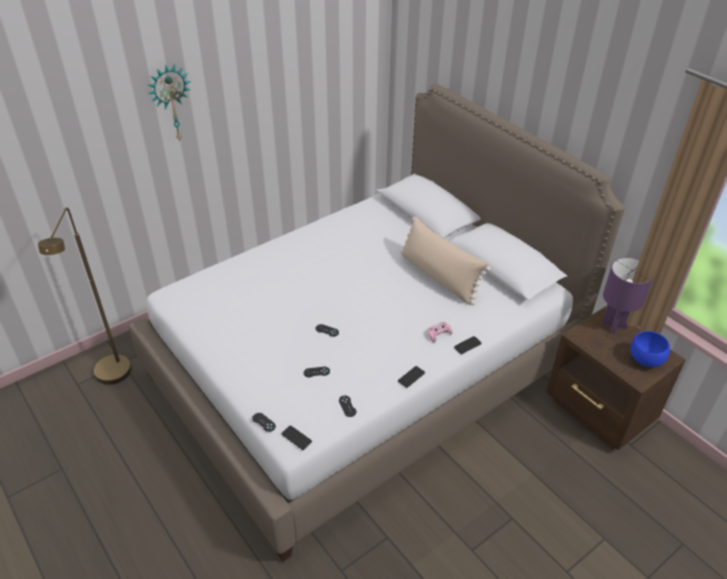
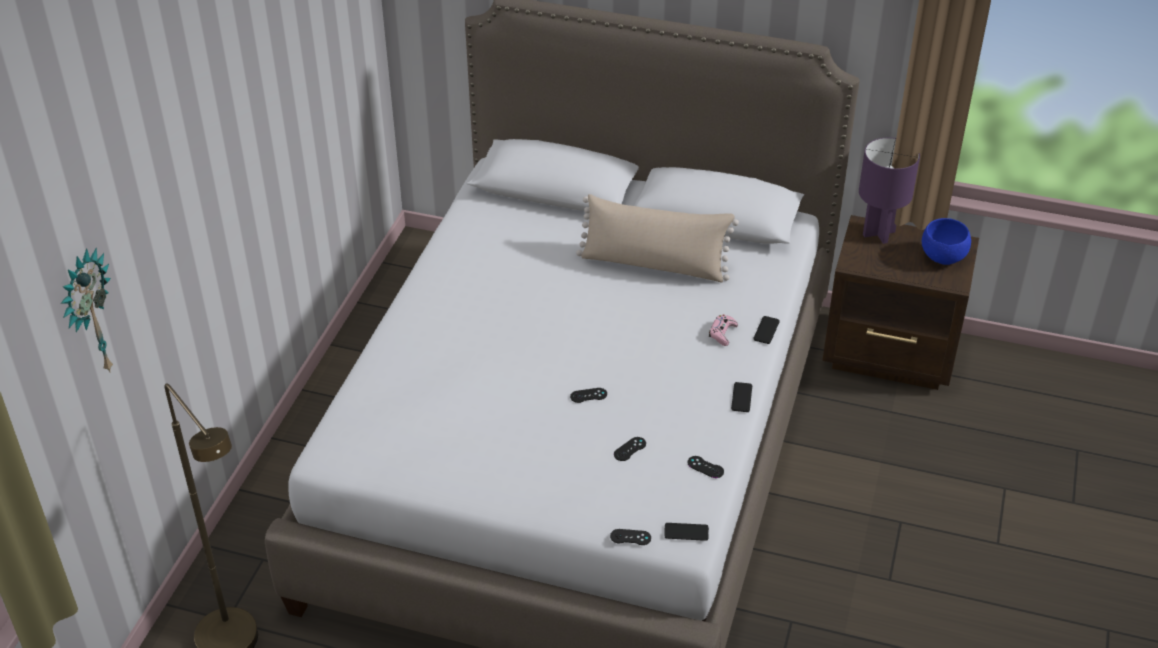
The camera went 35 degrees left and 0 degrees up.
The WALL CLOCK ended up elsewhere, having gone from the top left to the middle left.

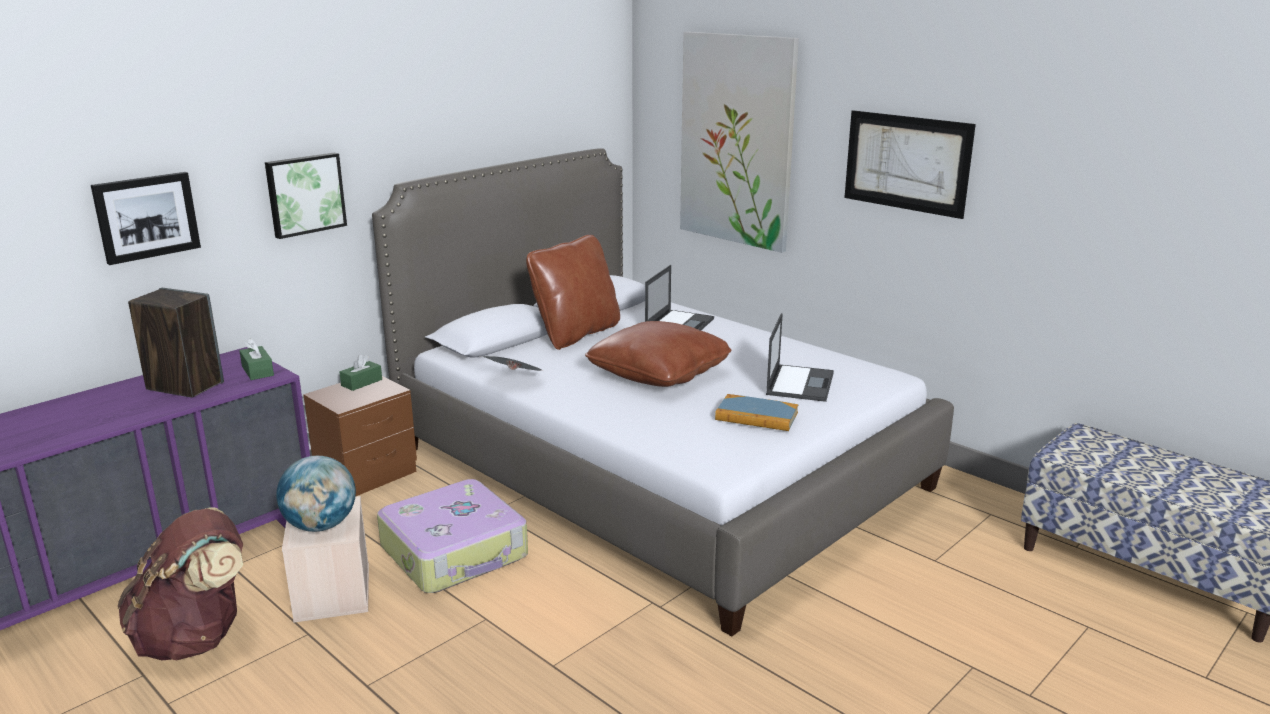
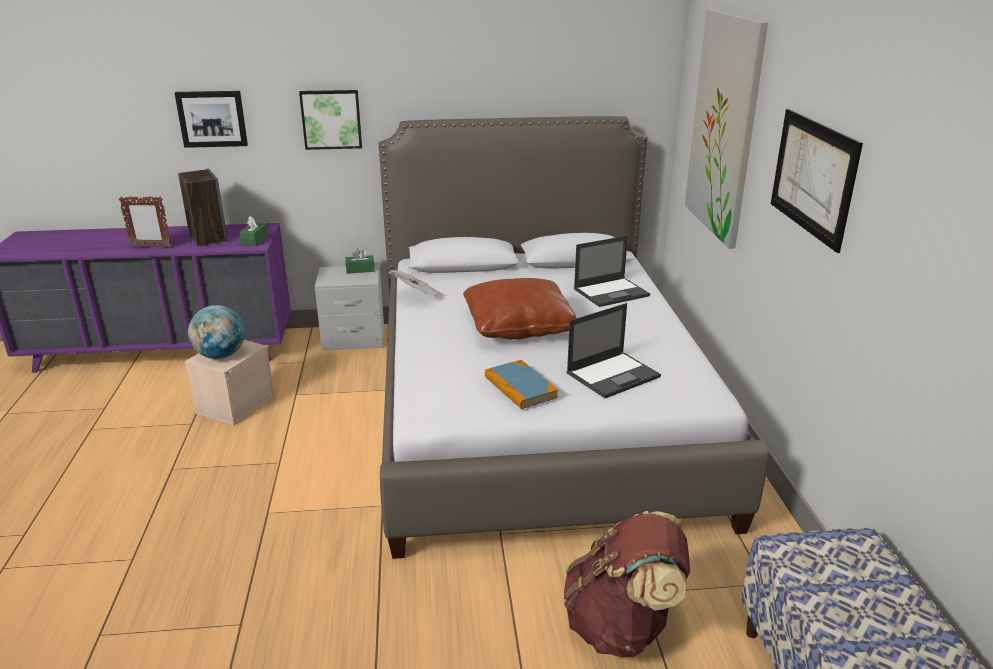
The camera went 40 degrees right and 5 degrees up.
The second view gained the PICTURE FRAME at the top left.
What was the BROWN NIGHTSTAND at the middle left turned into the GREY NIGHTSTAND at the centre.
The BROWN BACKPACK ended up elsewhere, having gone from the bottom left to the bottom centre.
The second view lost the SUITCASE at the bottom centre.
The second view lost the BROWN PILLOW (1st from left) at the centre.

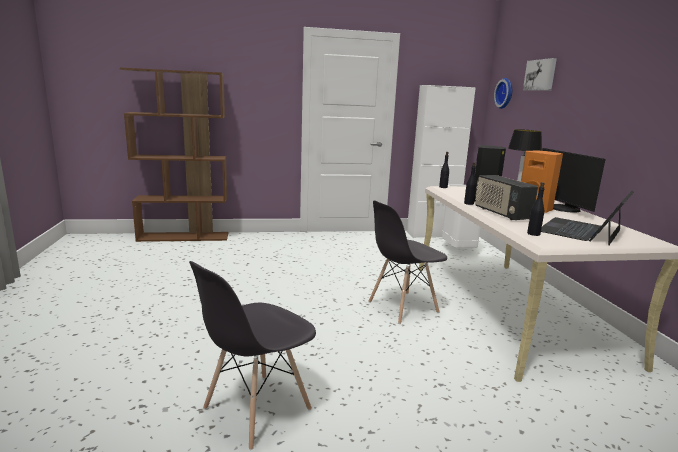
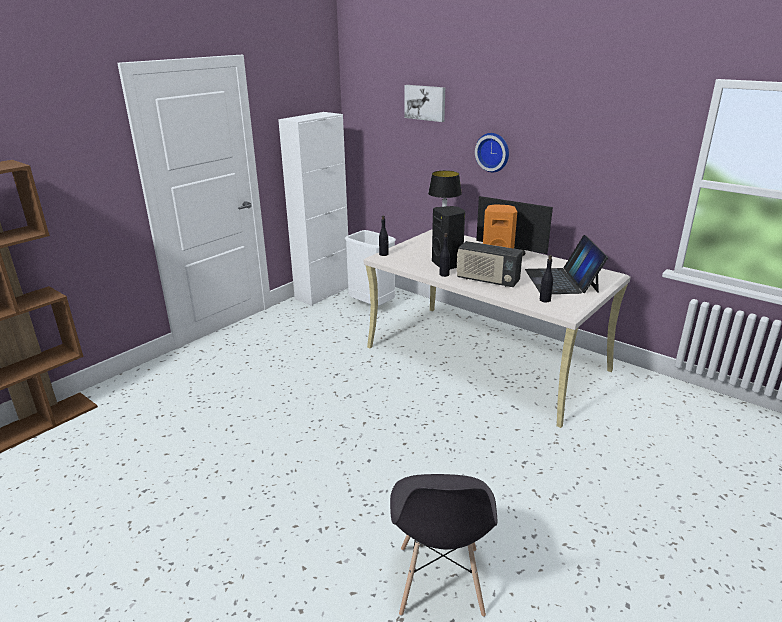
The camera went 40 degrees left and 10 degrees up.
The WALL CLOCK ended up elsewhere, having gone from the top right to the top centre.
The second view lost the GREY CHAIR (2nd from left) at the centre.

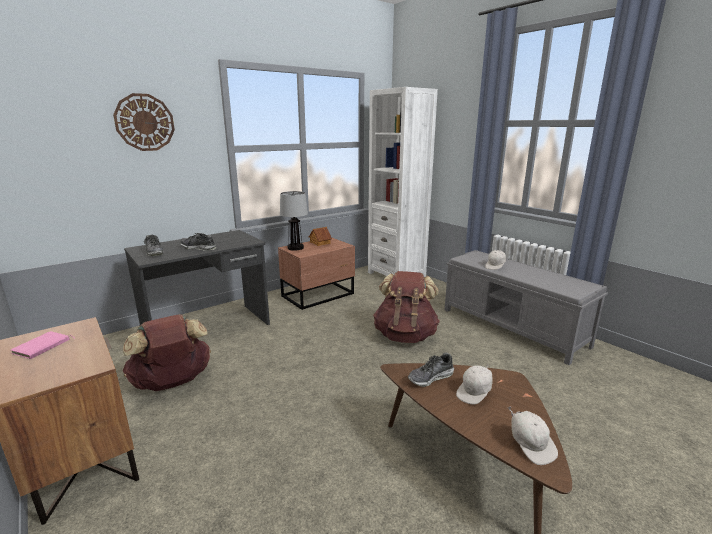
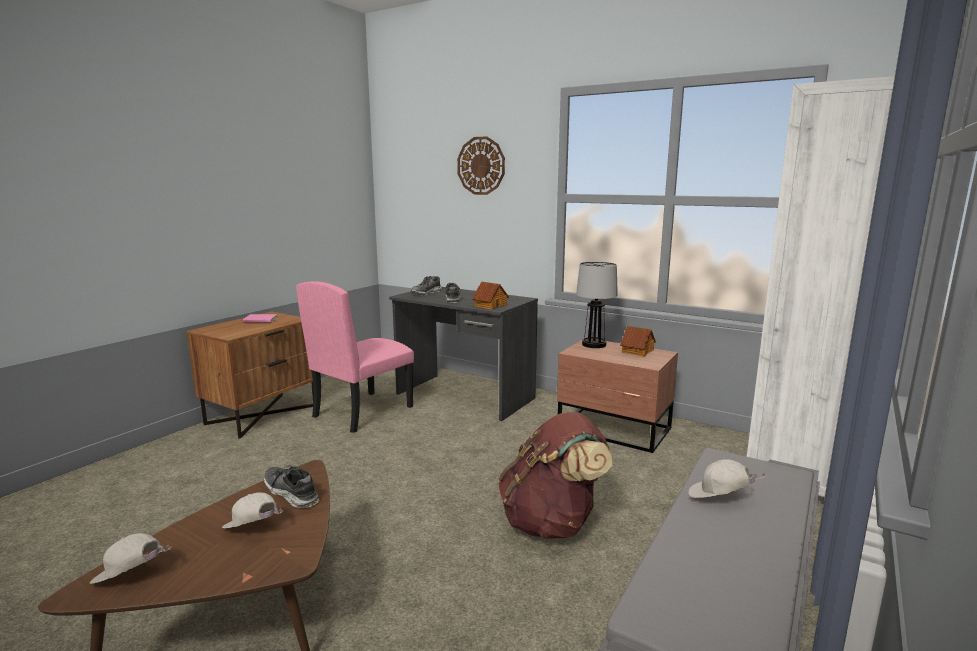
The camera went 70 degrees right and 5 degrees down.
The WHITE CAP (3rd from left in the first image) at the bottom right ended up facing another way, 45 degrees clockwise from before.
Where the BROWN BACKPACK (1st from left) stood at the middle left, the PINK CHAIR came to stand at the centre.
The second view gained the TOY HOUSE (1st from left) at the centre.

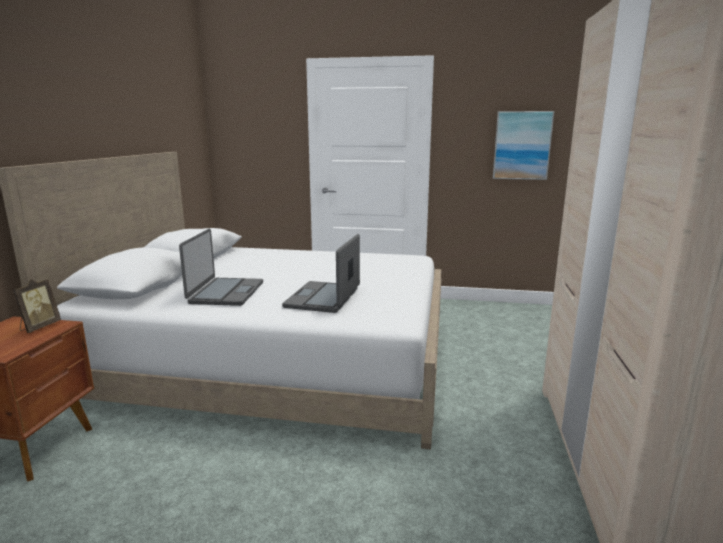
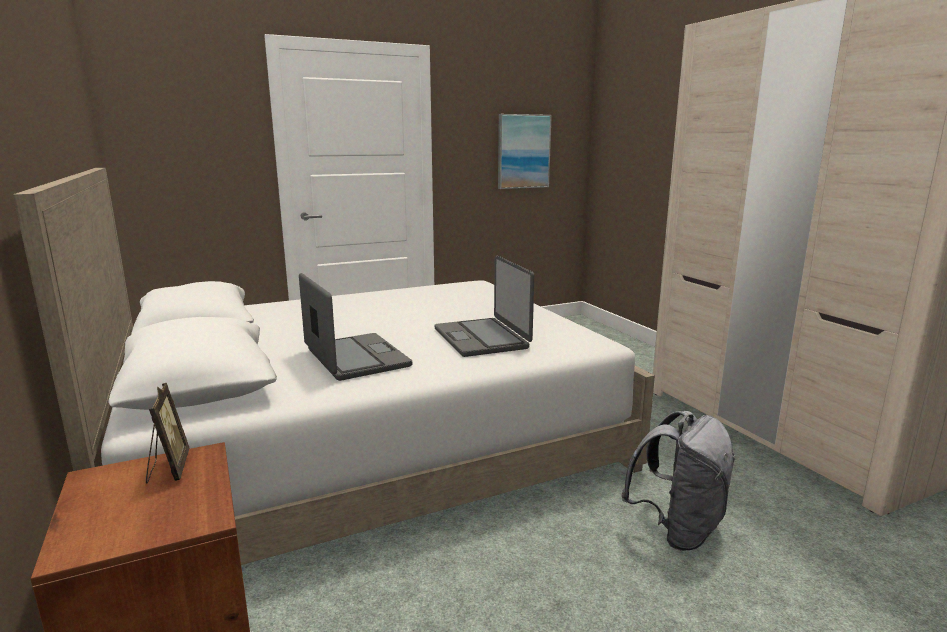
The camera went 35 degrees left and 0 degrees up.
The second view gained the GREY BACKPACK at the bottom right.

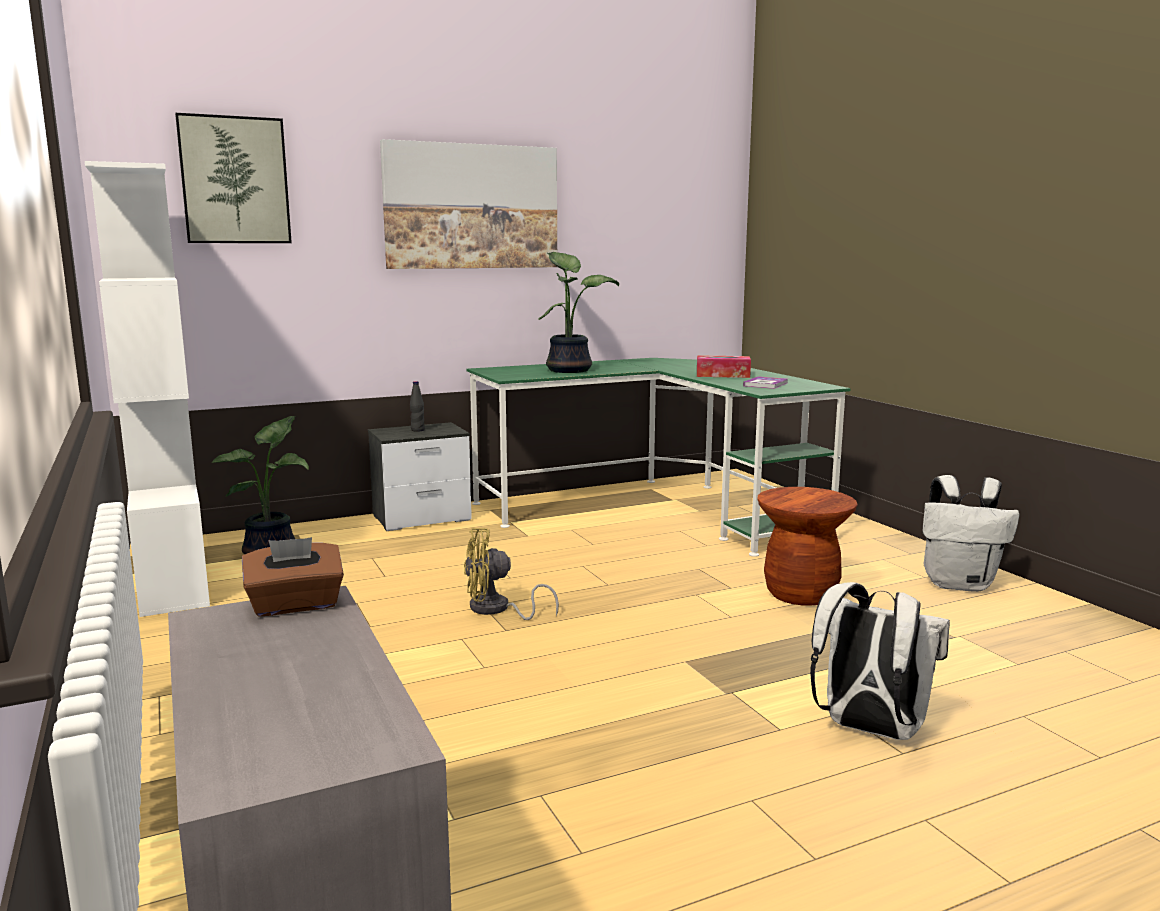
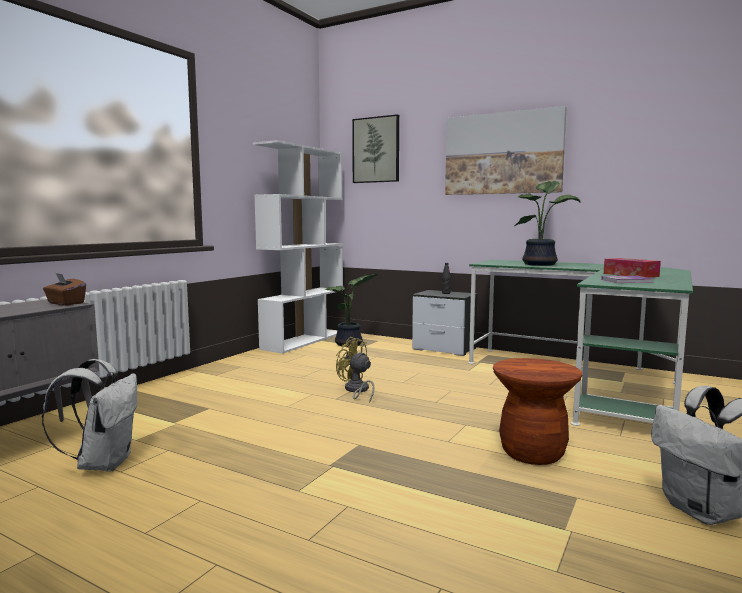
The camera went 55 degrees right and 5 degrees down.
The WHITE BACKPACK (1st from left) ended up elsewhere, having gone from the bottom right to the bottom left.

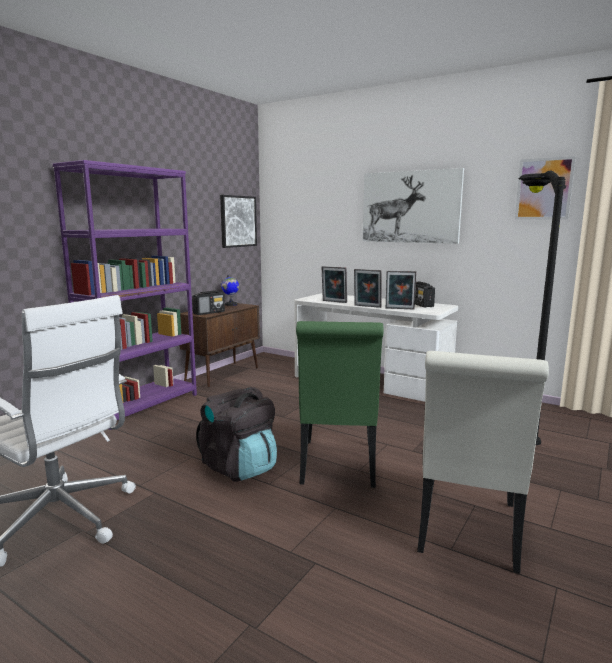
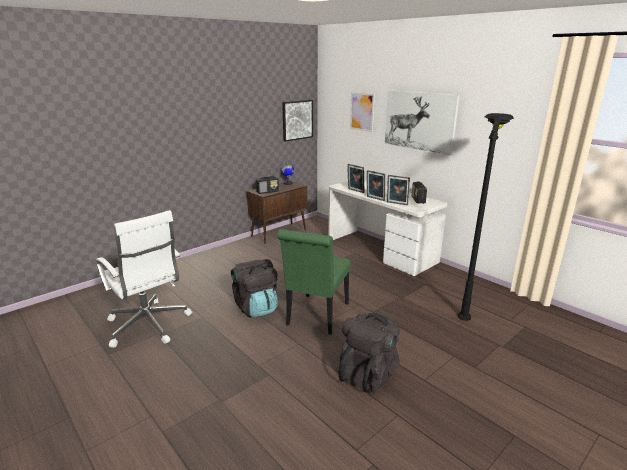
The camera went 15 degrees right and 10 degrees up.
Where the WHITE CHAIR stood at the bottom right, the BLACK BACKPACK (2nd from left) came to stand at the bottom centre.
The PICTURE (3rd from left in the first image) ended up elsewhere, having gone from the top right to the top centre.
The second view lost the PURPLE BOOKCASE at the middle left.

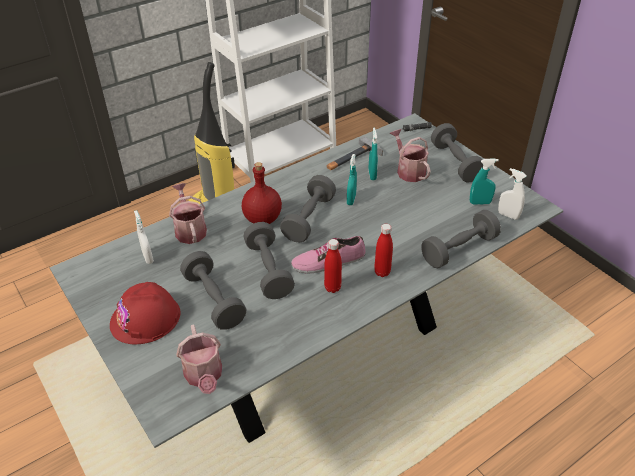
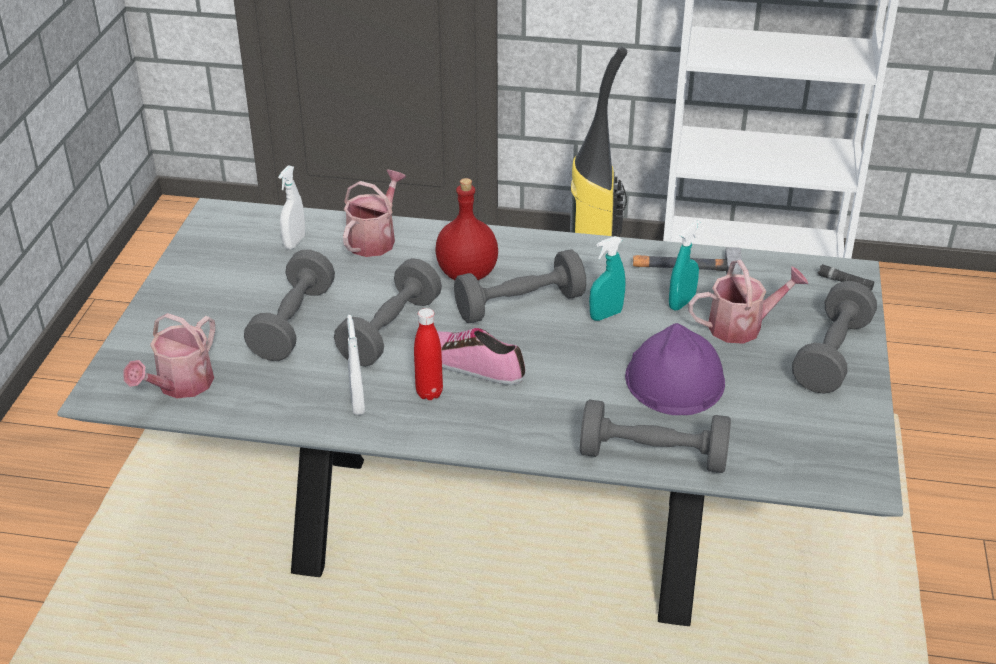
The camera went 45 degrees right and 5 degrees down.
The WHITE SPRAY BOTTLE (2nd from left) ended up elsewhere, having gone from the middle right to the centre.
The second view gained the PURPLE HARD HAT at the middle right.
The WATERING CAN (3rd from left) at the top centre ended up facing another way, 60 degrees clockwise from before.
The second view lost the RED HARD HAT at the middle left.
The second view lost the RED BOTTLE (3rd from left) at the centre.
The second view lost the TURQUOISE SPRAY BOTTLE (3rd from left) at the middle right.

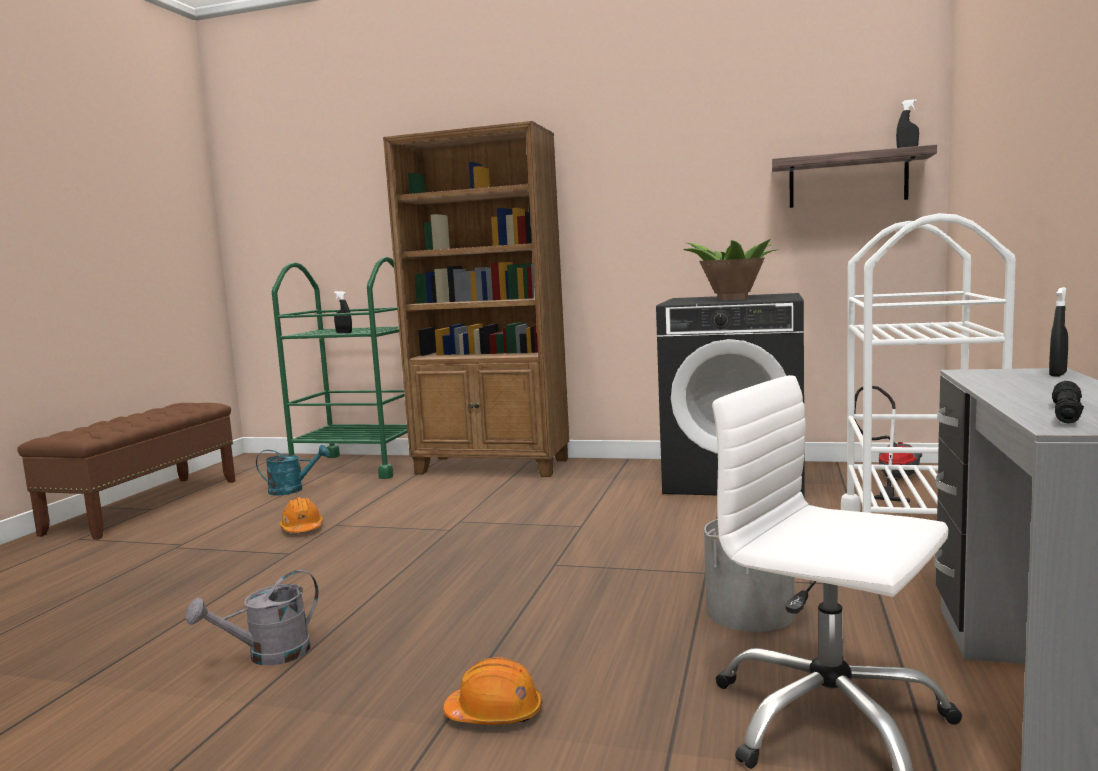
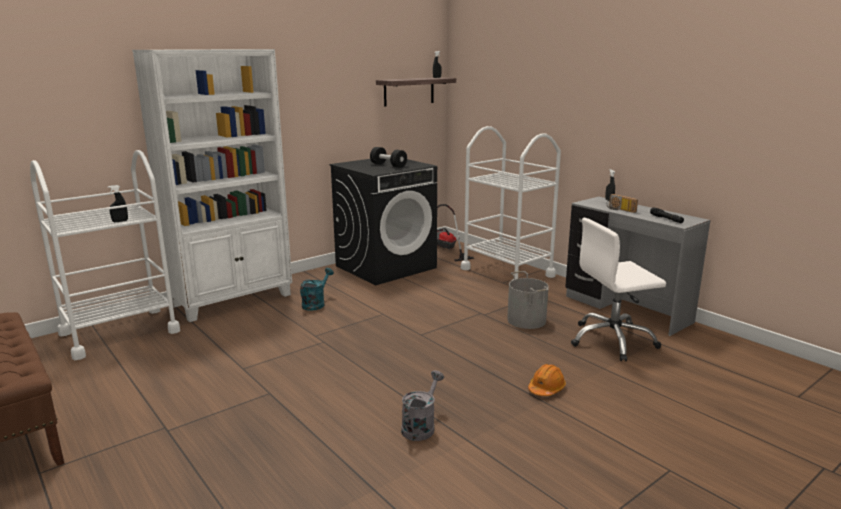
The camera went 55 degrees left and 10 degrees up.
What was the GREEN CART at the middle left turned into the WHITE CART (1st from left) at the middle left.
What was the BROWN BOOKCASE at the centre turned into the WHITE BOOKCASE at the middle left.
The TURQUOISE WATERING CAN ended up elsewhere, having gone from the middle left to the centre.
Where the POTTED PLANT stood at the centre, the BLACK DUMBBELL came to stand at the top centre.
The GREY WATERING CAN at the bottom left ended up facing another way, 150 degrees counterclockwise from before.
The second view gained the RADIO at the middle right.
The second view lost the ORANGE HARD HAT (1st from left) at the bottom left.

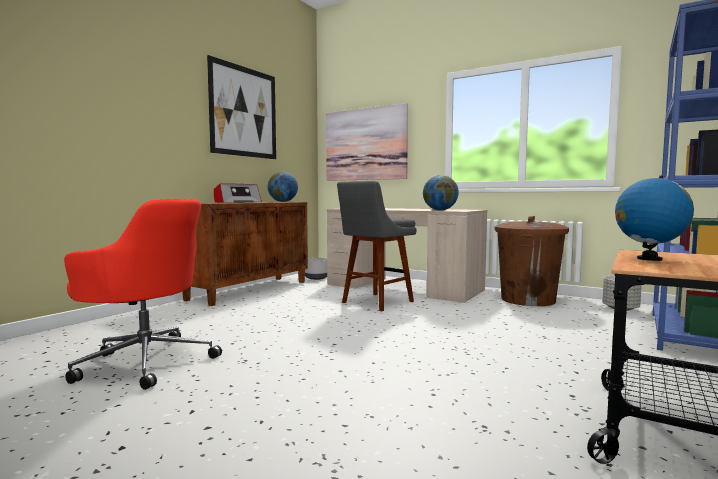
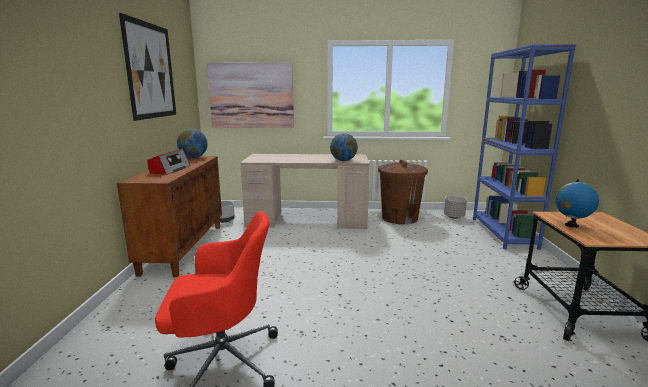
The camera went 30 degrees left and 10 degrees up.
The second view lost the GREY STOOL at the centre.

